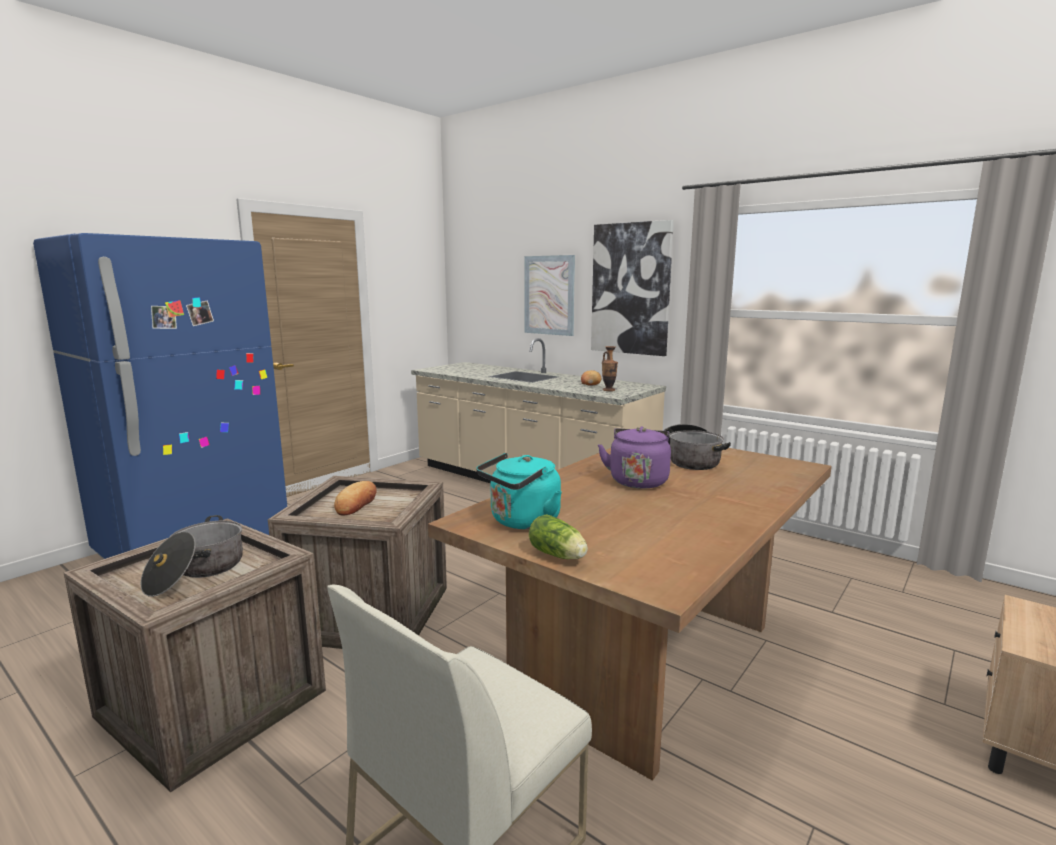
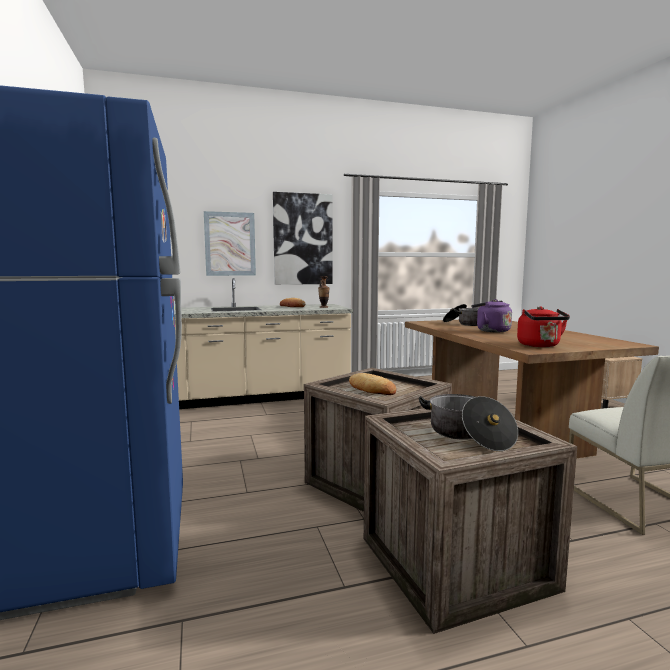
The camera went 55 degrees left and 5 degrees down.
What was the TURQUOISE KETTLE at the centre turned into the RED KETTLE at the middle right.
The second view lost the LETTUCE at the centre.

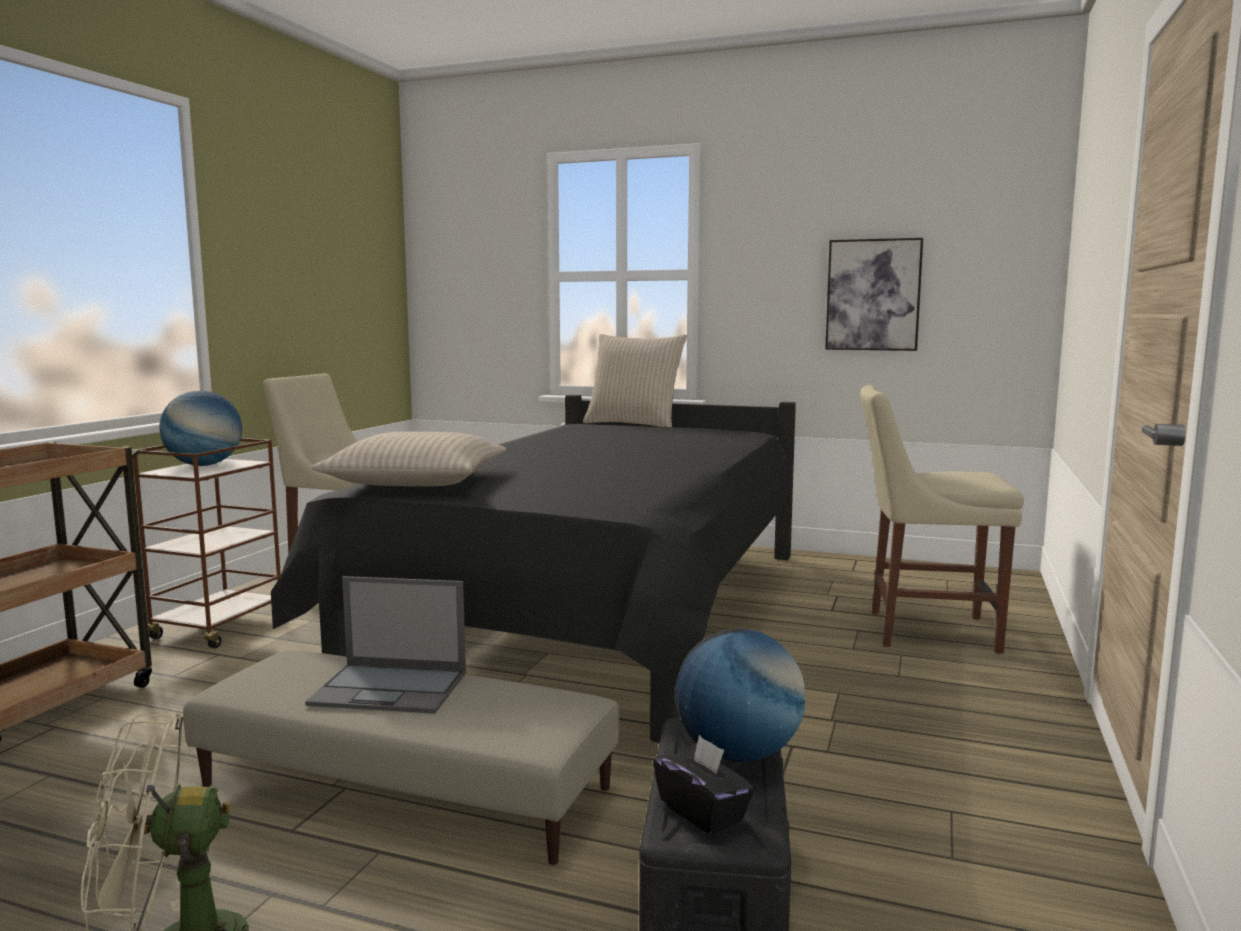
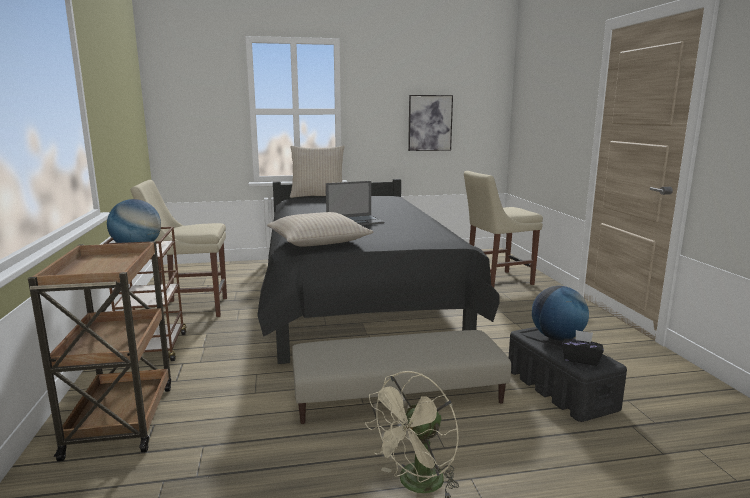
The camera went 30 degrees left and 5 degrees up.
The LAPTOP ended up elsewhere, having gone from the bottom left to the centre.

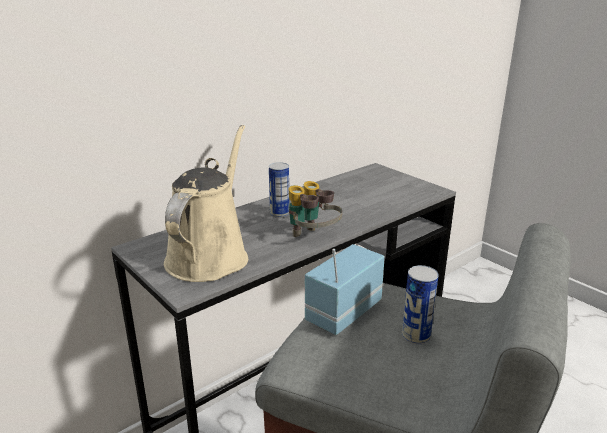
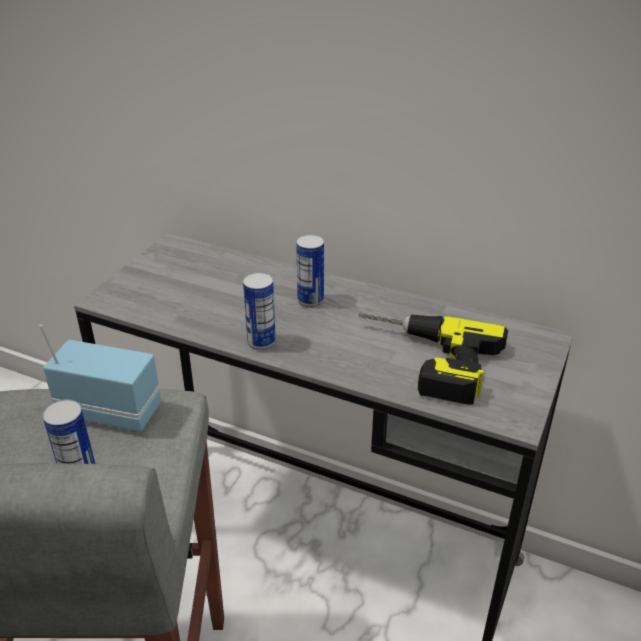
The camera went 65 degrees right and 10 degrees up.
Where the BINOCULARS stood at the centre, the CAN (2nd from left) came to stand at the centre.
The second view gained the POWER DRILL at the middle right.
The second view lost the BEIGE WATERING CAN at the centre.

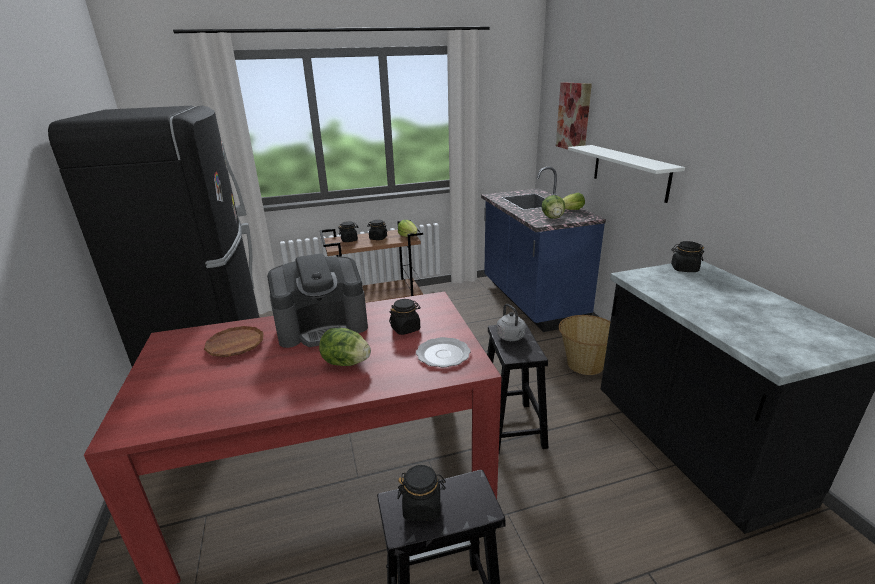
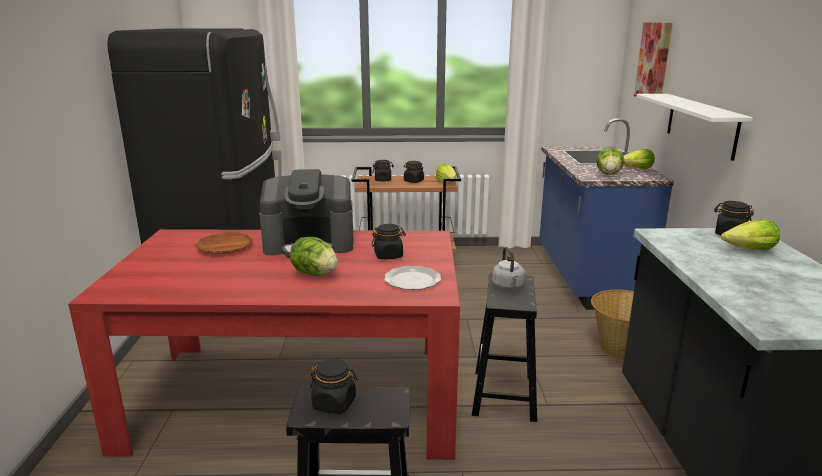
The camera went 15 degrees right and 5 degrees down.
The second view gained the LETTUCE (5th from left) at the middle right.

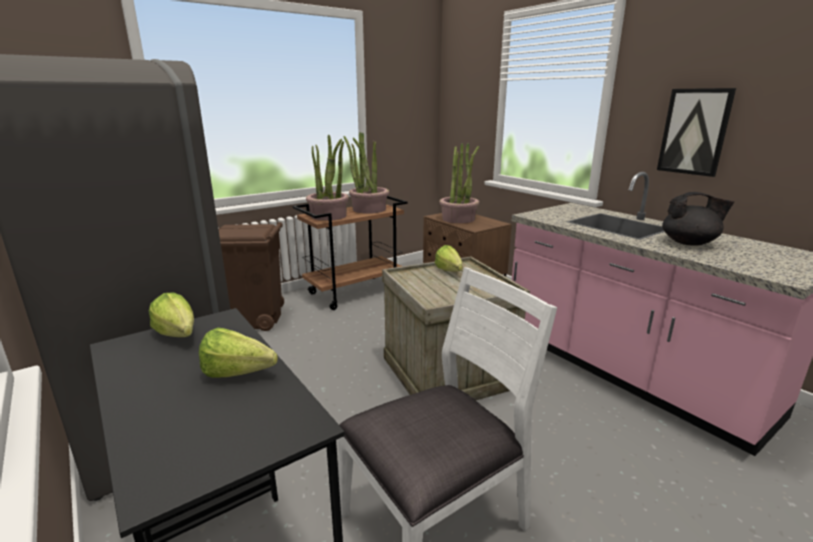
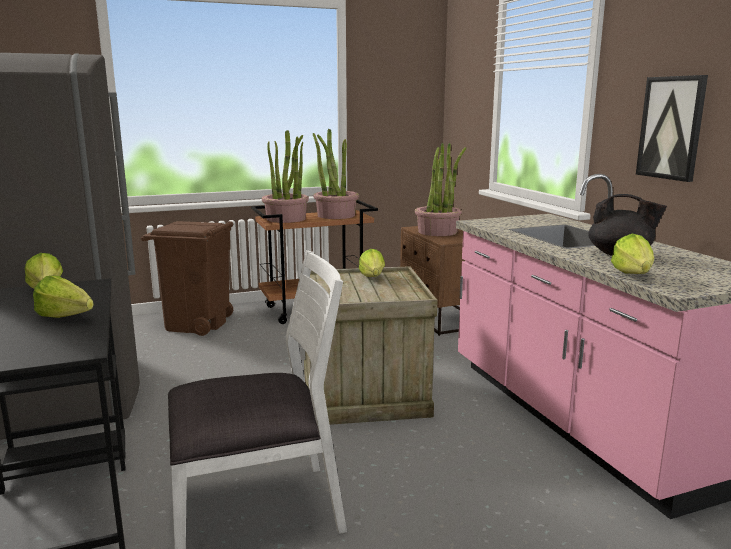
The camera went 15 degrees right and 5 degrees down.
The second view gained the LETTUCE (4th from left) at the middle right.

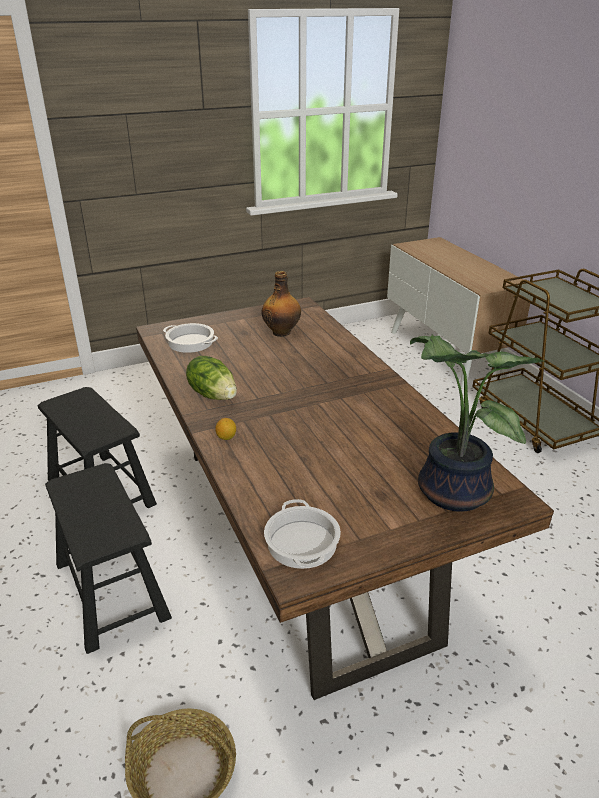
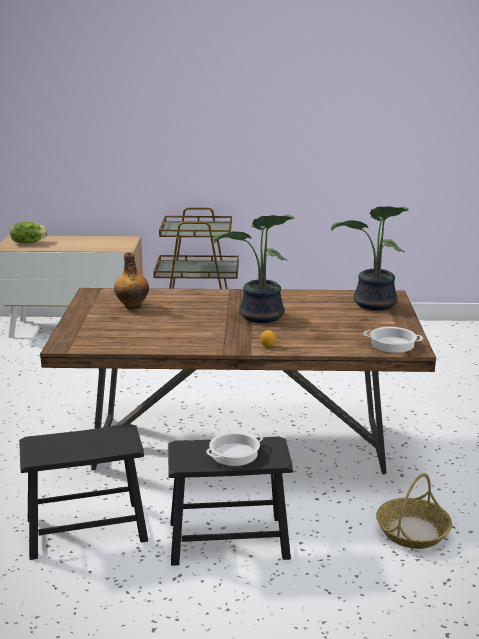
The camera went 65 degrees left and 10 degrees down.
The LETTUCE ended up elsewhere, having gone from the centre to the middle left.
The COOKING POT (1st from left) ended up elsewhere, having gone from the middle left to the bottom centre.
The second view gained the POTTED PLANT (1st from left) at the centre.

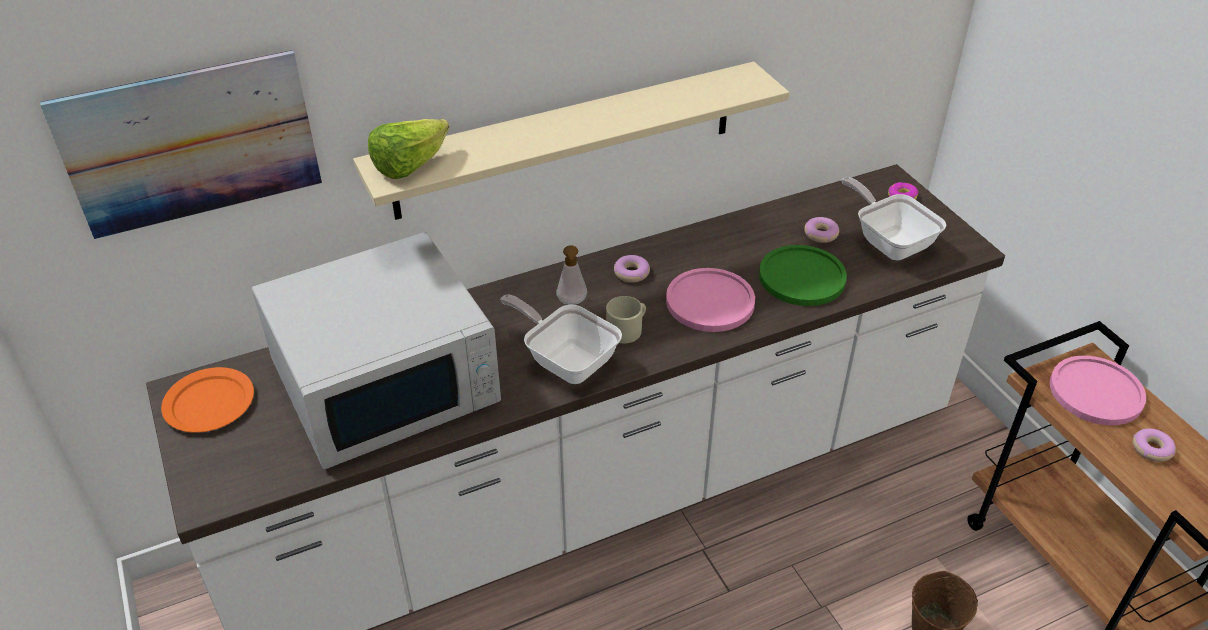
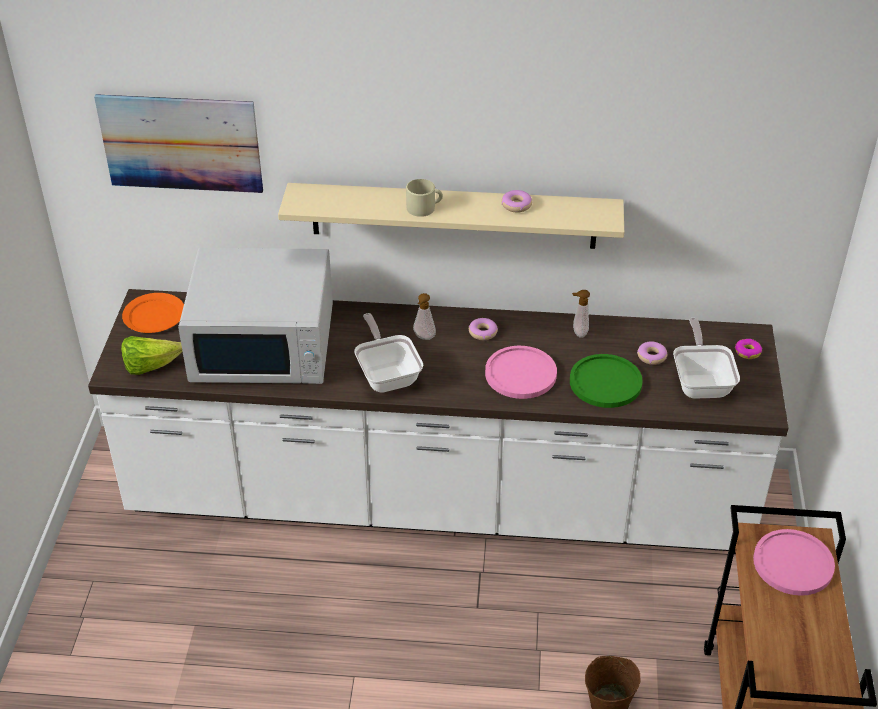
The camera went 30 degrees right and 0 degrees up.
The LETTUCE ended up elsewhere, having gone from the top centre to the middle left.
The BEIGE MUG ended up elsewhere, having gone from the centre to the top centre.
The DONUT (4th from left in the first image) ended up elsewhere, having gone from the bottom right to the top centre.
The second view gained the SOAP DISPENSER (2nd from left) at the centre.

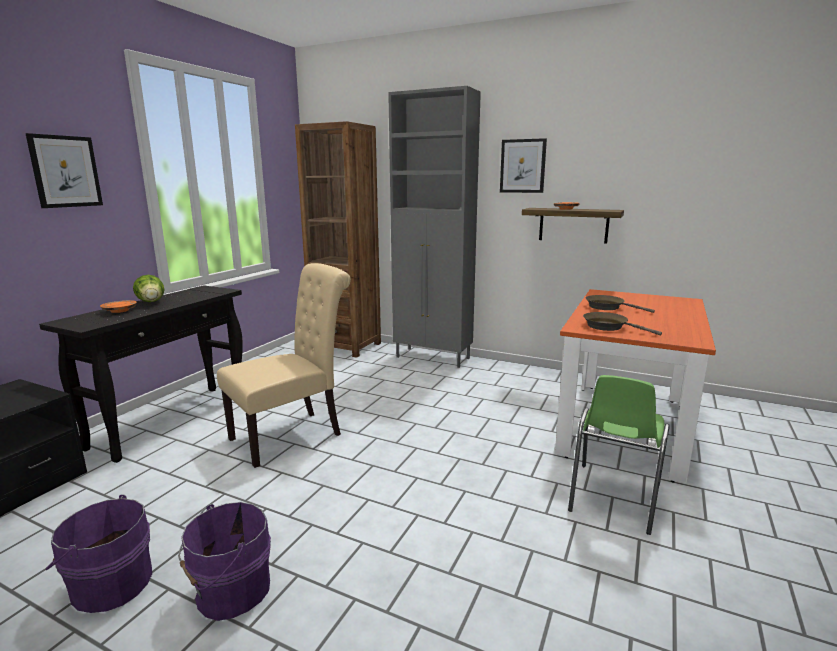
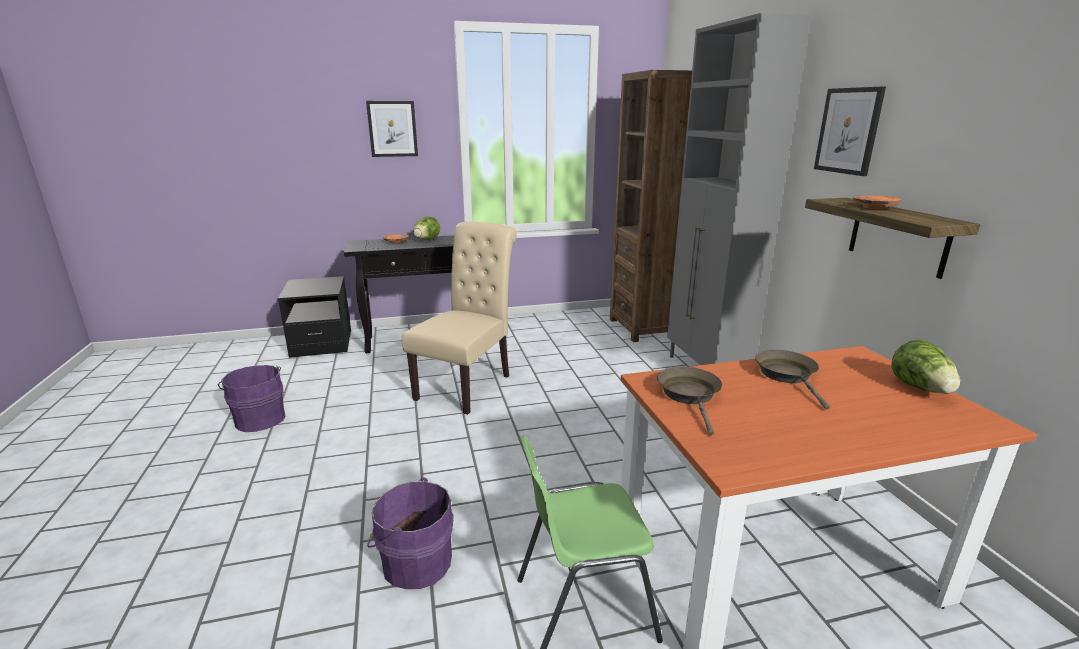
The camera went 50 degrees right and 5 degrees up.
The PURPLE BUCKET (2nd from left) ended up elsewhere, having gone from the bottom left to the bottom centre.
The BEIGE CHAIR at the centre ended up facing another way, 75 degrees counterclockwise from before.
The second view gained the LETTUCE (2nd from left) at the middle right.

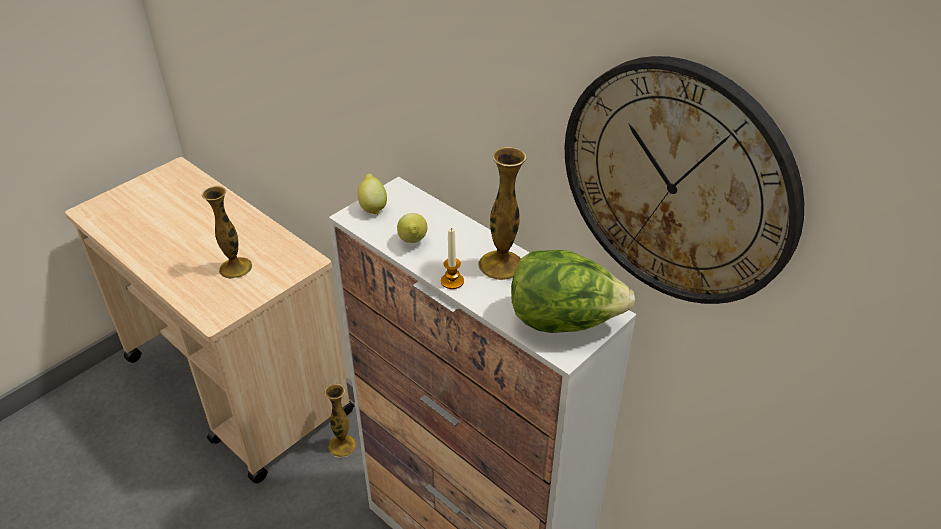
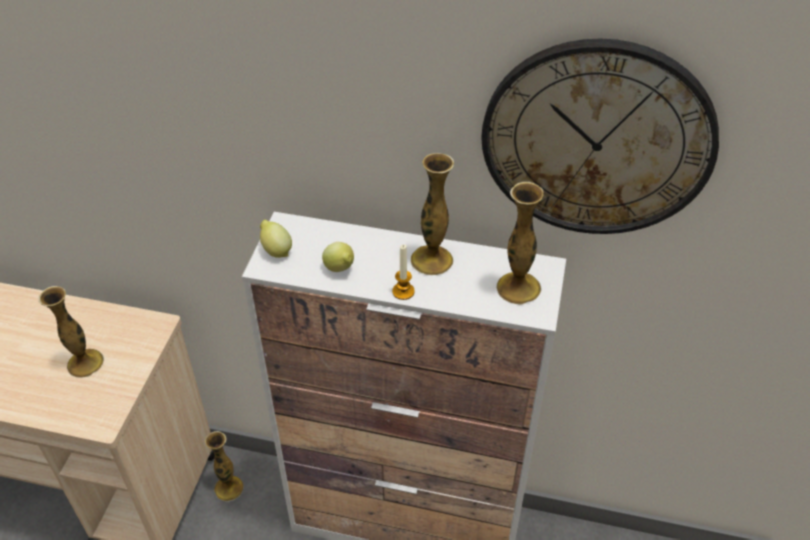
The camera went 30 degrees left and 5 degrees up.
Where the LETTUCE stood at the centre, the VASE (4th from left) came to stand at the centre.

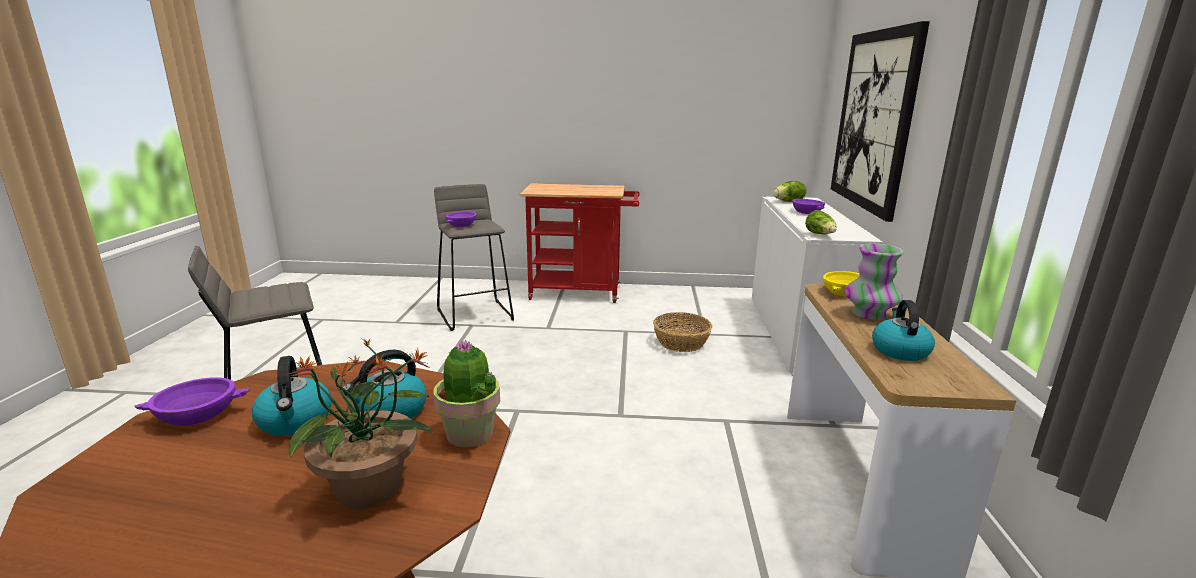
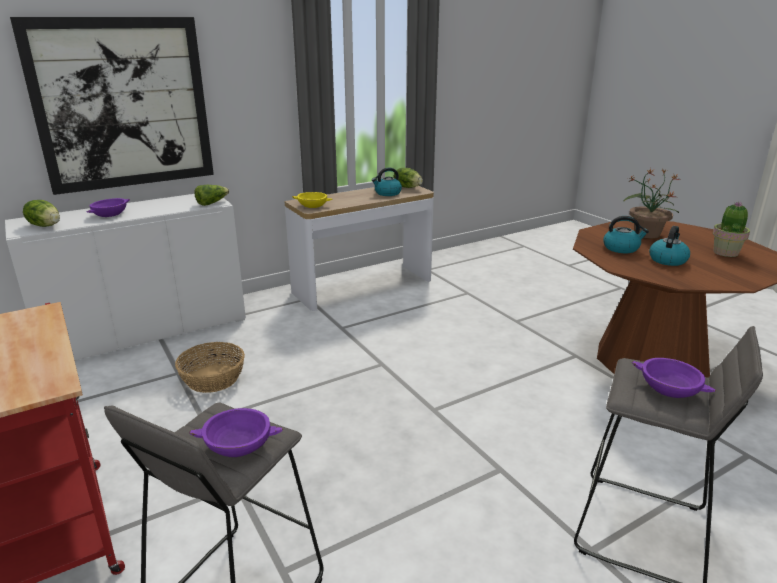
The camera went 125 degrees left and 5 degrees up.
The second view gained the LETTUCE (3rd from left) at the top centre.
The PURPLE BOWL (1st from left in the first image) ended up elsewhere, having gone from the bottom left to the middle right.
The POTTED PLANT (2nd from left) ended up elsewhere, having gone from the bottom centre to the middle right.
The second view lost the VASE at the middle right.

